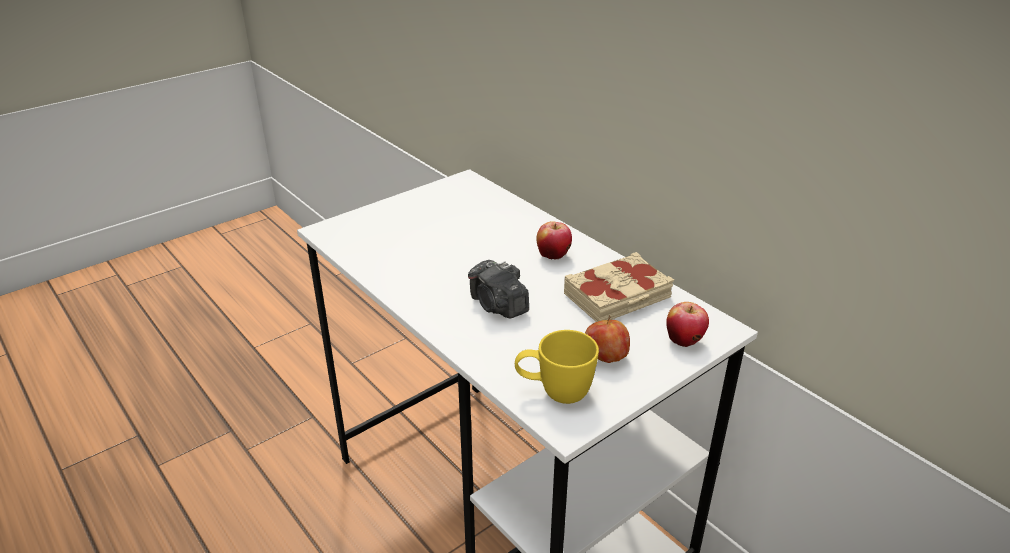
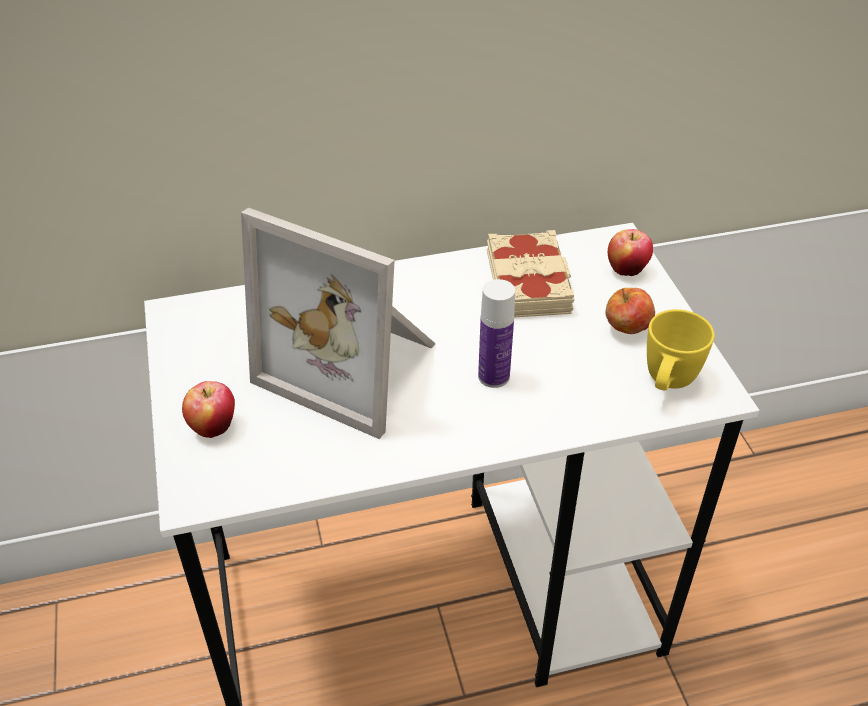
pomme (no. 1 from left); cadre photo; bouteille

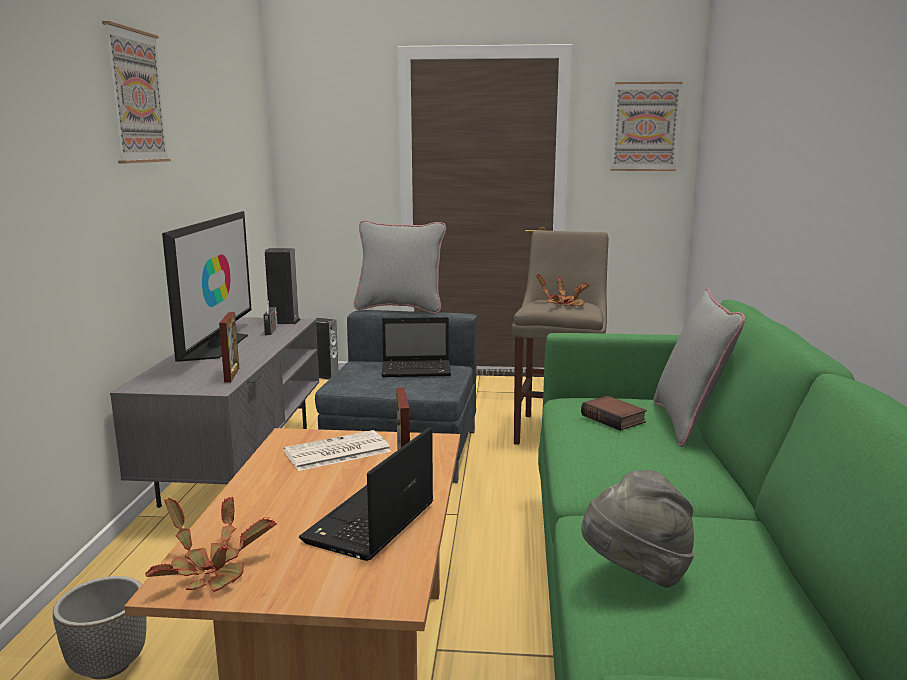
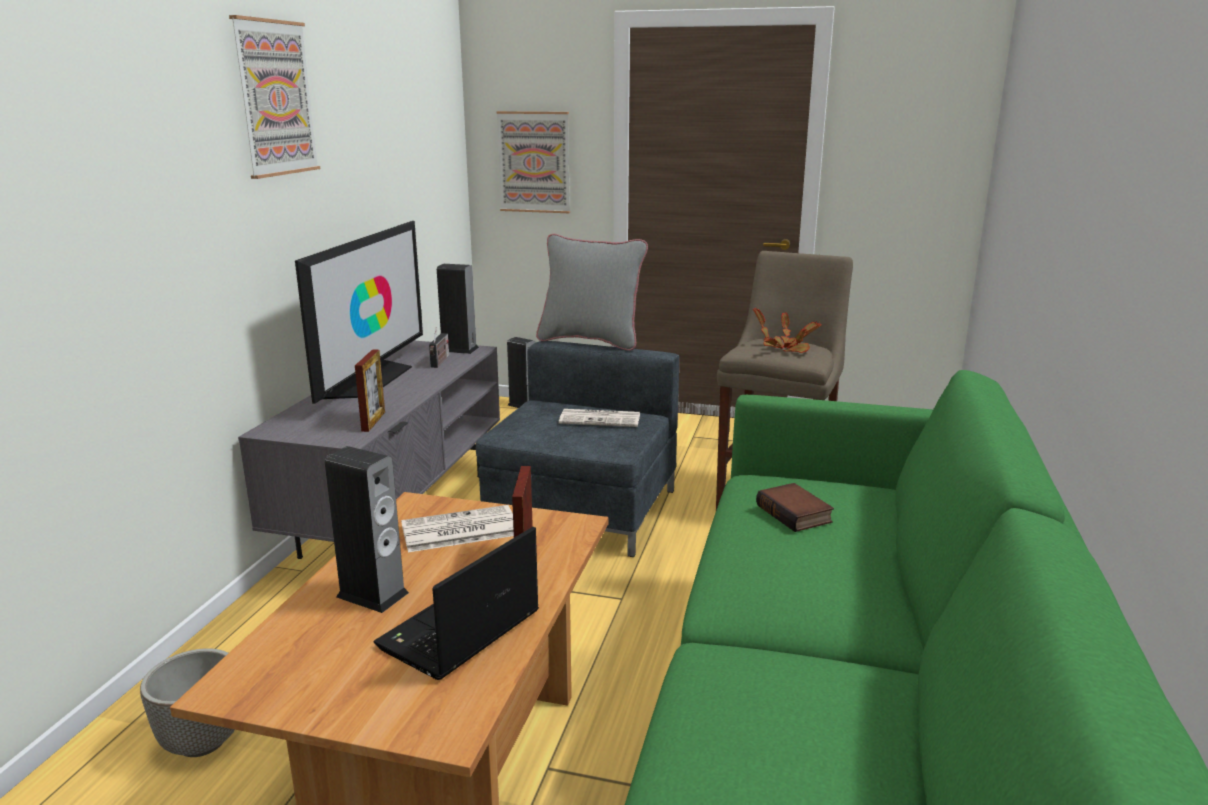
enceinte (no. 1 from left); tableau (no. 2 from left); journal (no. 2 from left); plante en pot (no. 1 from left in the first image); chapeau (gris); coussin (gris) (no. 2 from left in the first image)

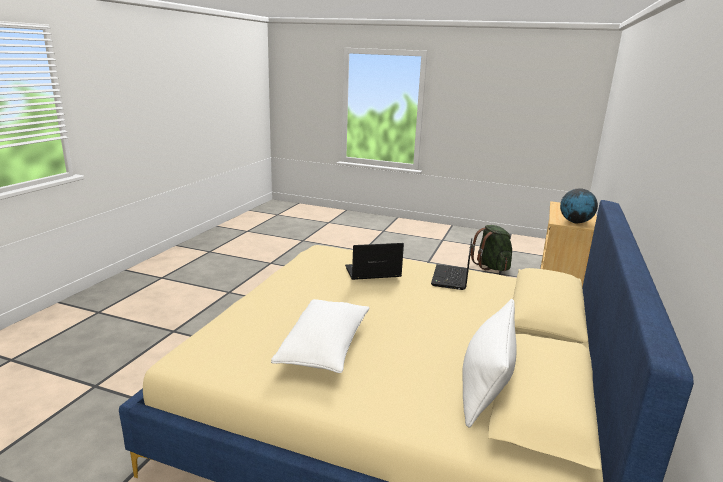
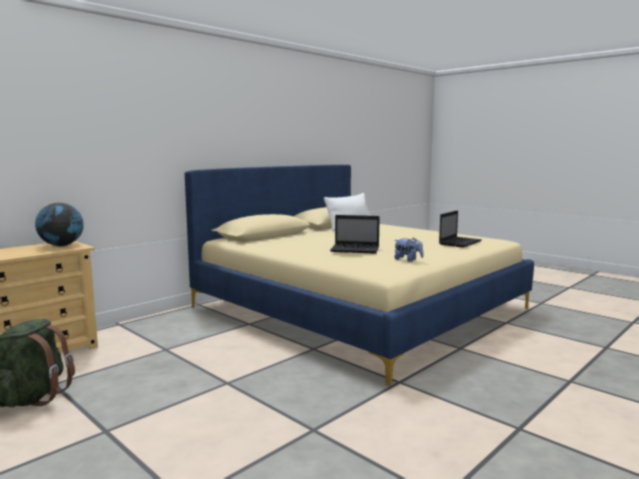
peluche; ordinateur portable (no. 2 from left); coussin (blanc) (no. 1 from left in the first image)

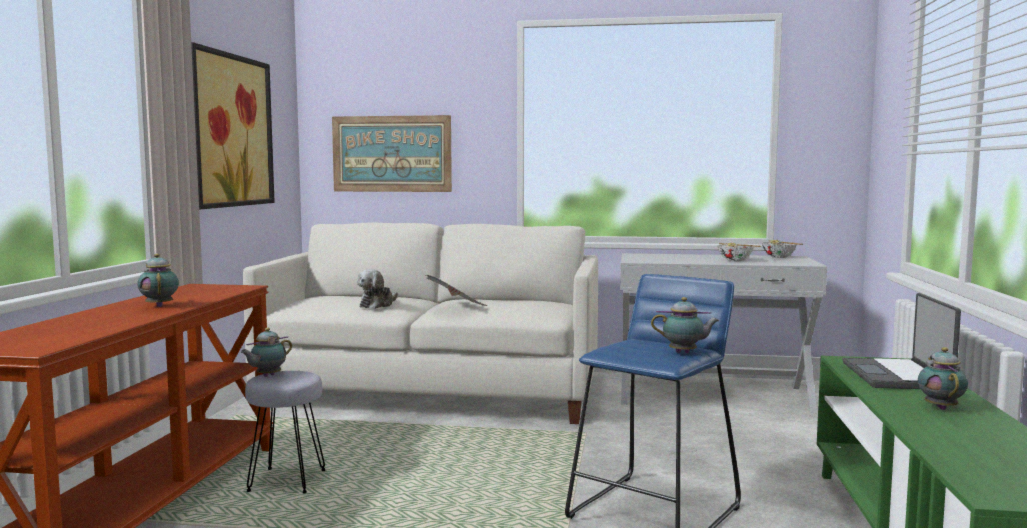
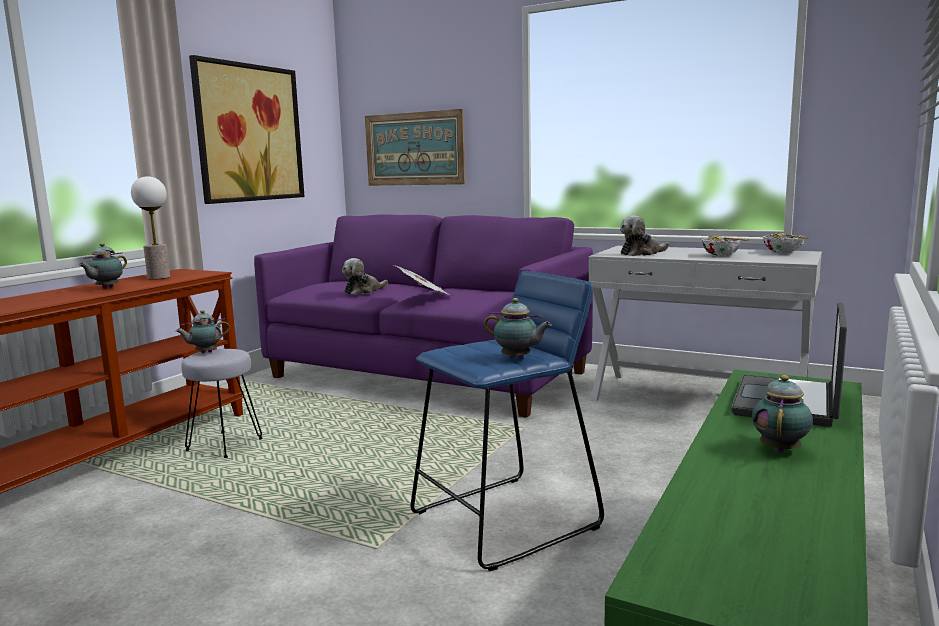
théière (no. 1 from left); lampe de table; canapé (violet); peluche (no. 2 from left)

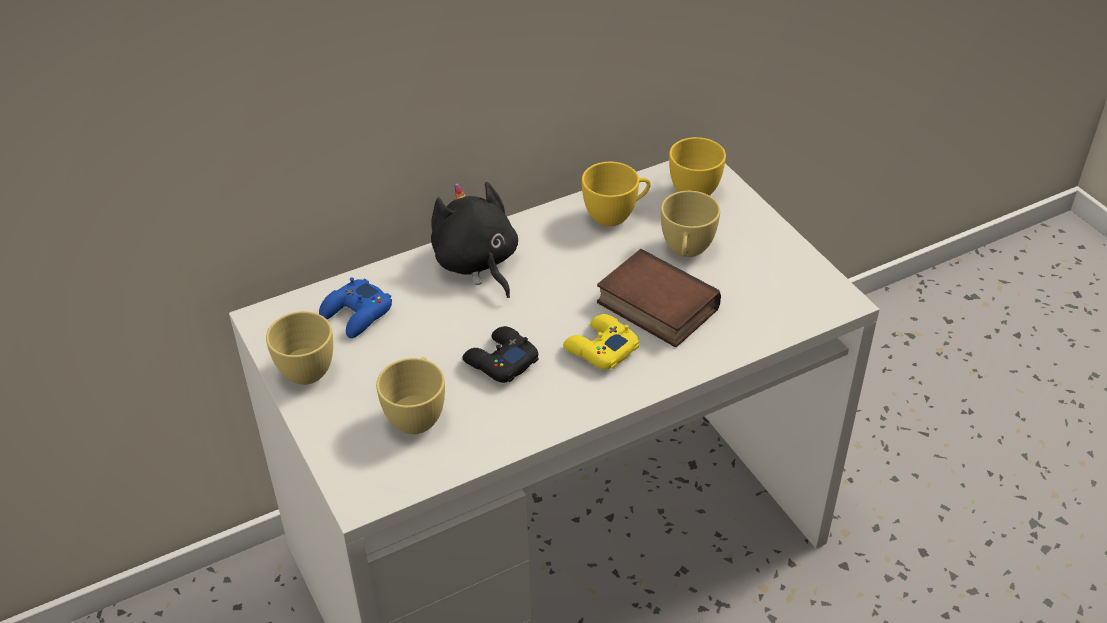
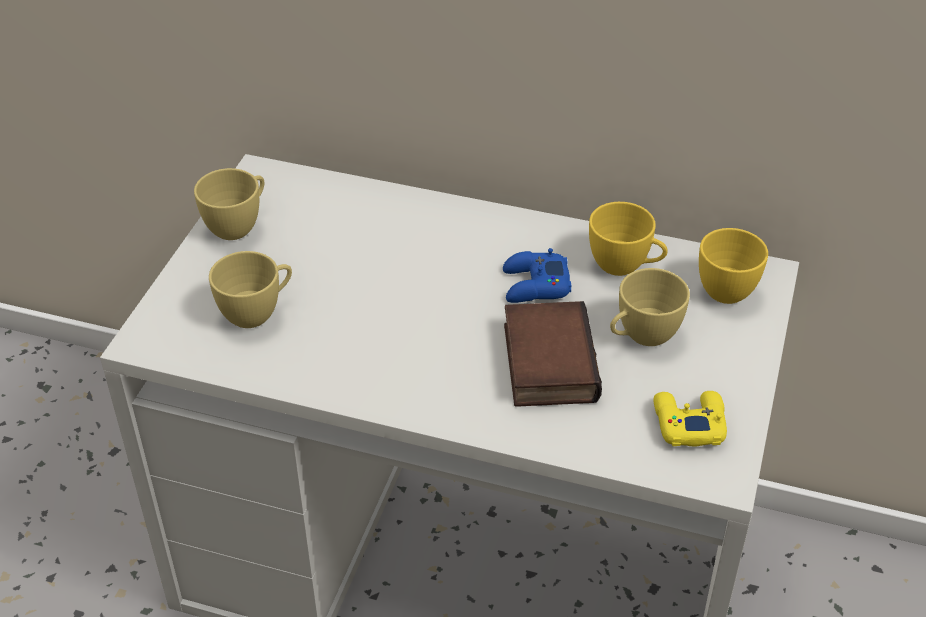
manette (bleu); manette (jaune); peluche (noir); manette (noir)

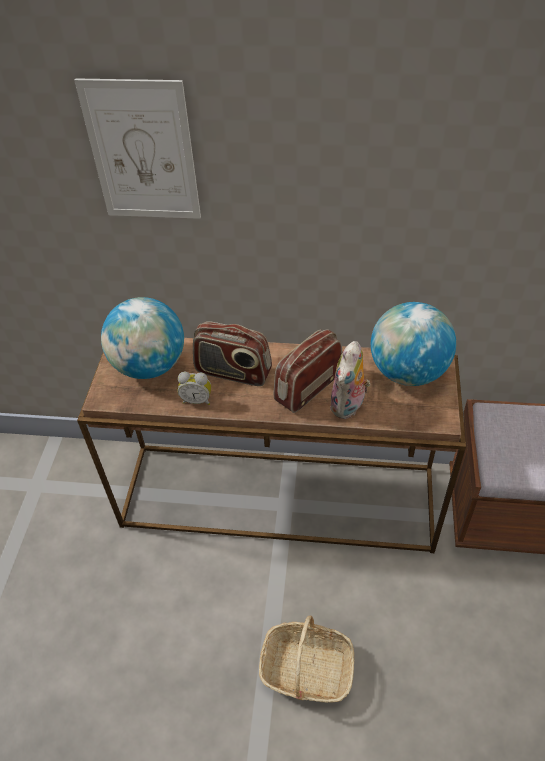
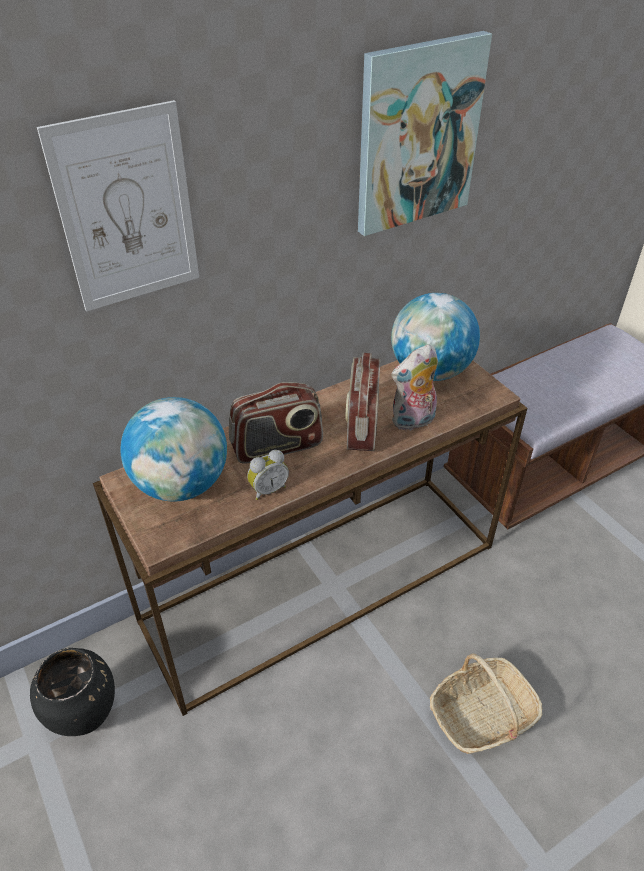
vase (noir); tableau (no. 2 from left); peluche

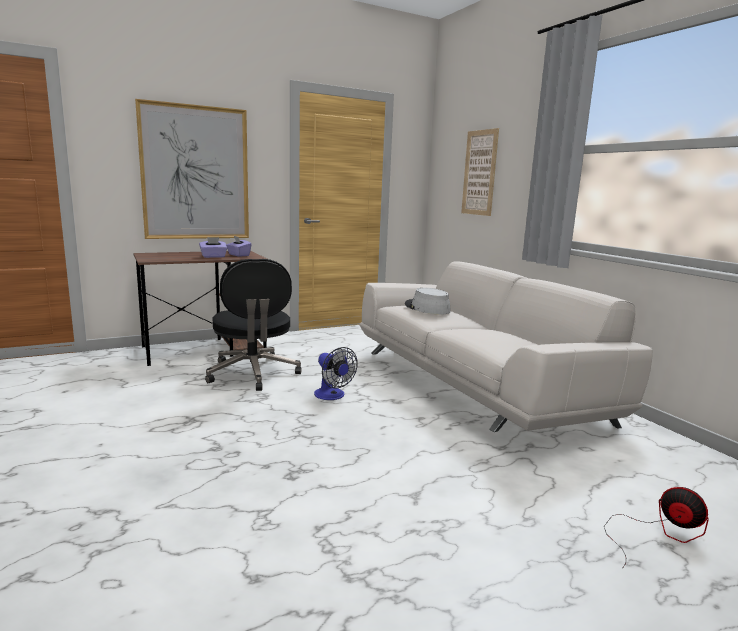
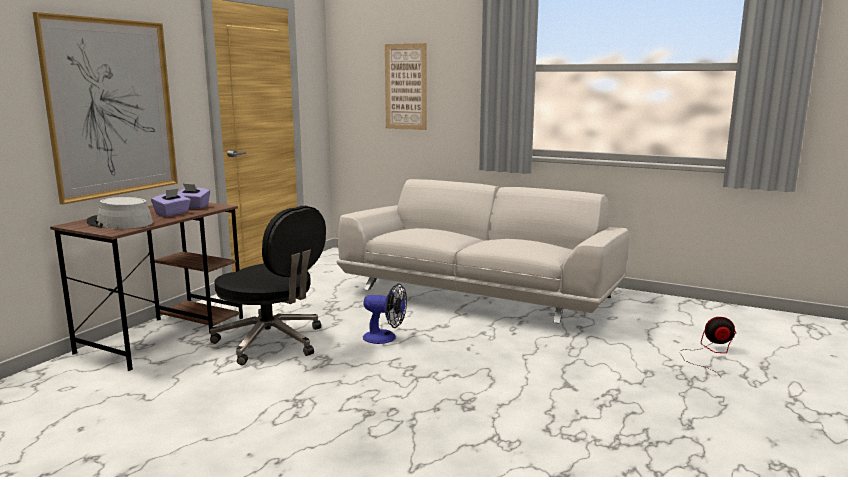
chapeau (gris)

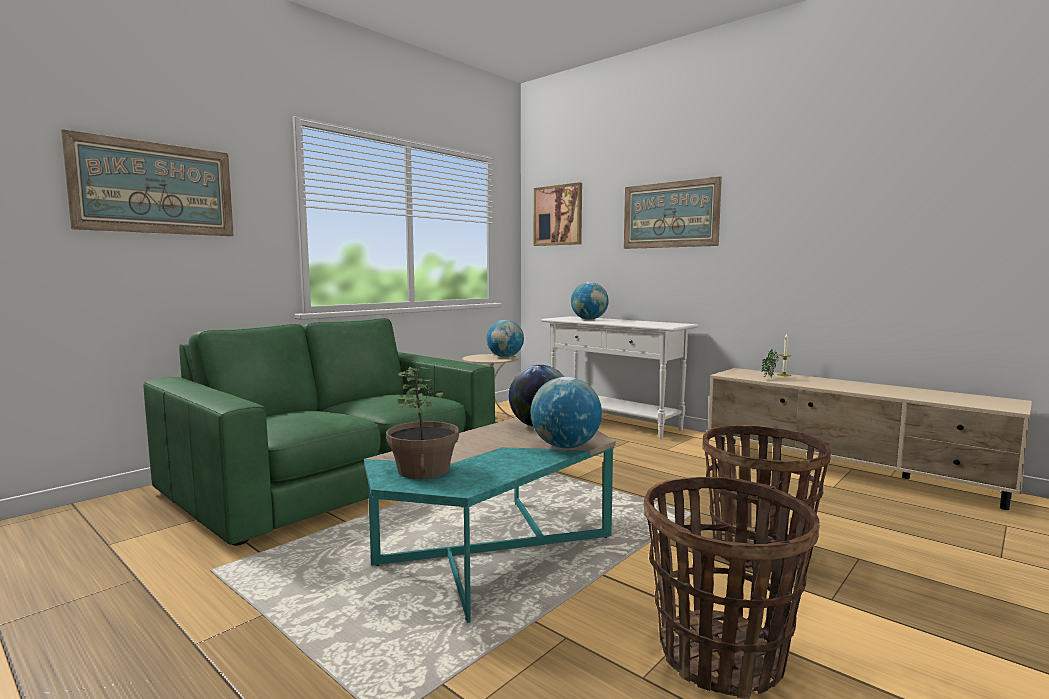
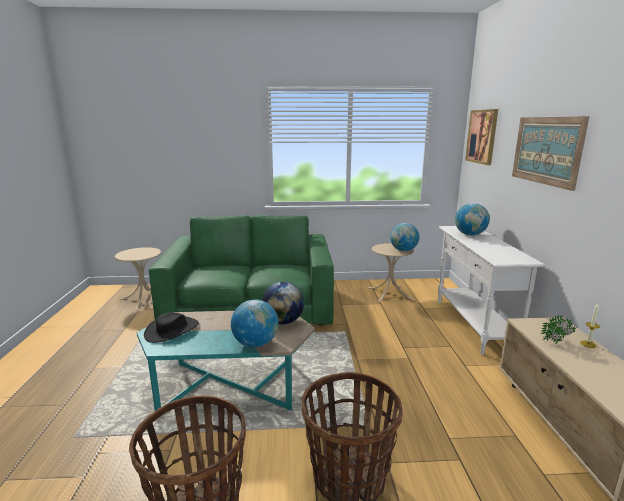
table d'appoint (beige) (no. 1 from left); chapeau (noir); tableau (no. 1 from left in the first image)

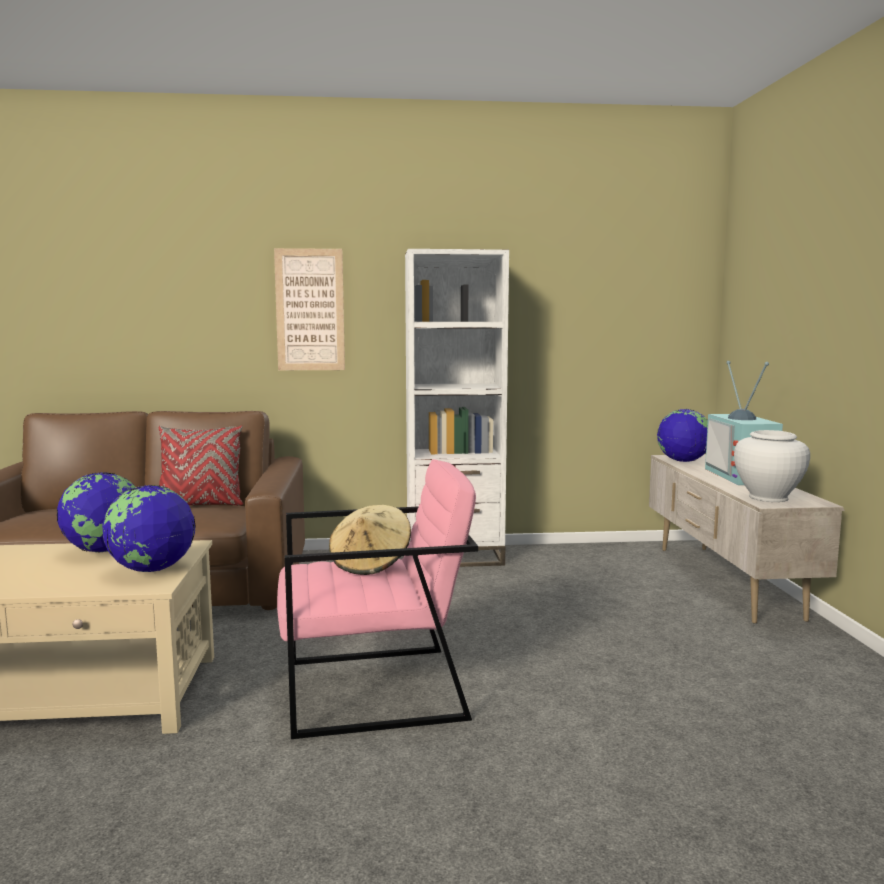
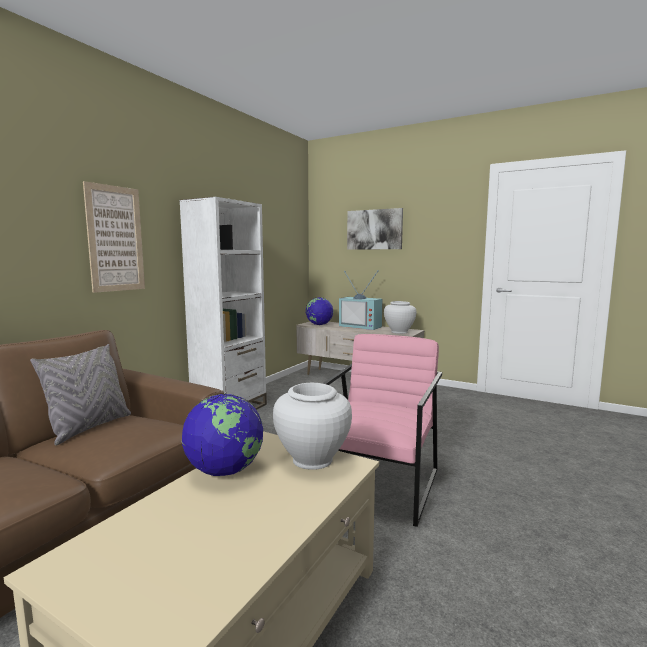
coussin (gris); vase (blanc) (no. 1 from left); tableau (no. 2 from left); chapeau (beige)

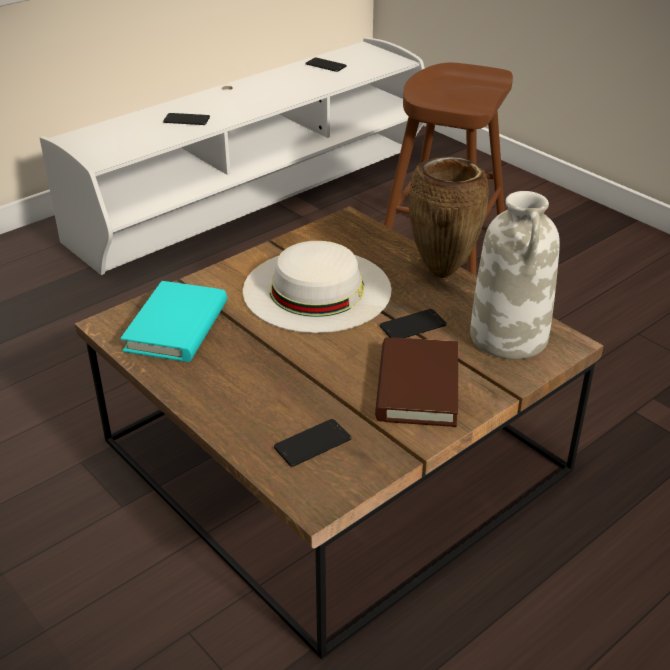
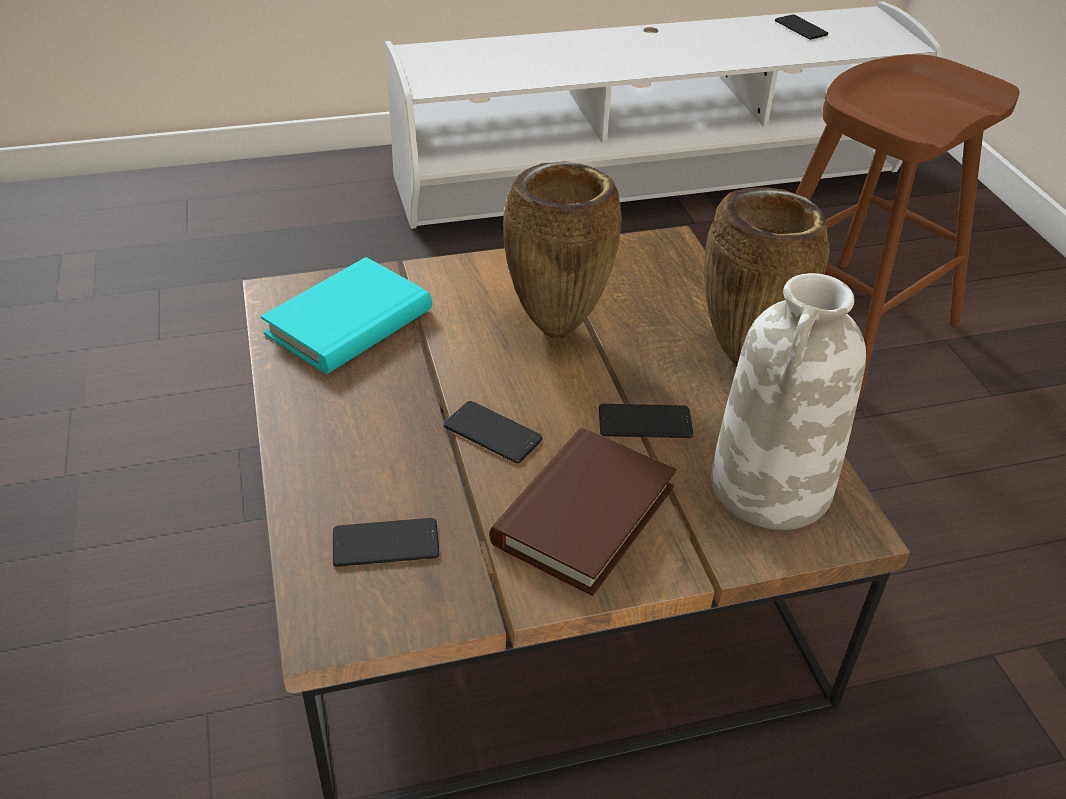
téléphone (no. 2 from left); vase (marron) (no. 1 from left)

